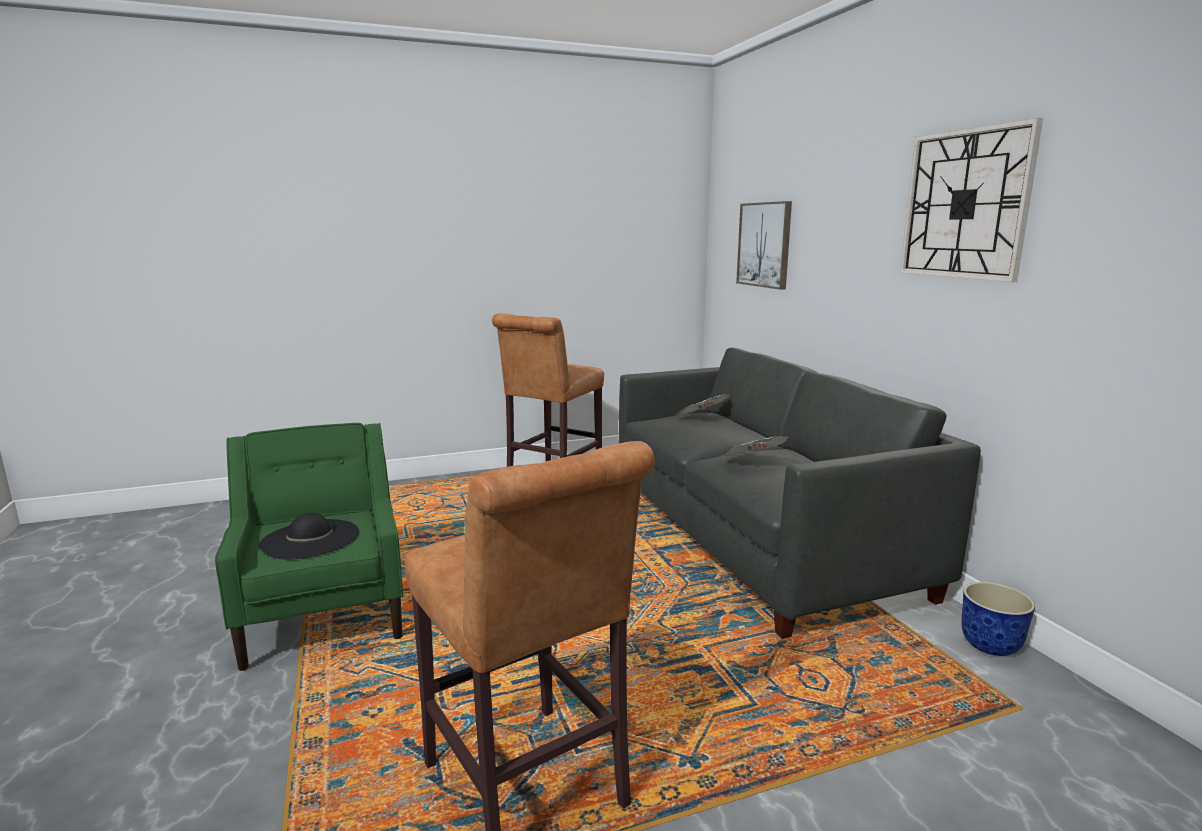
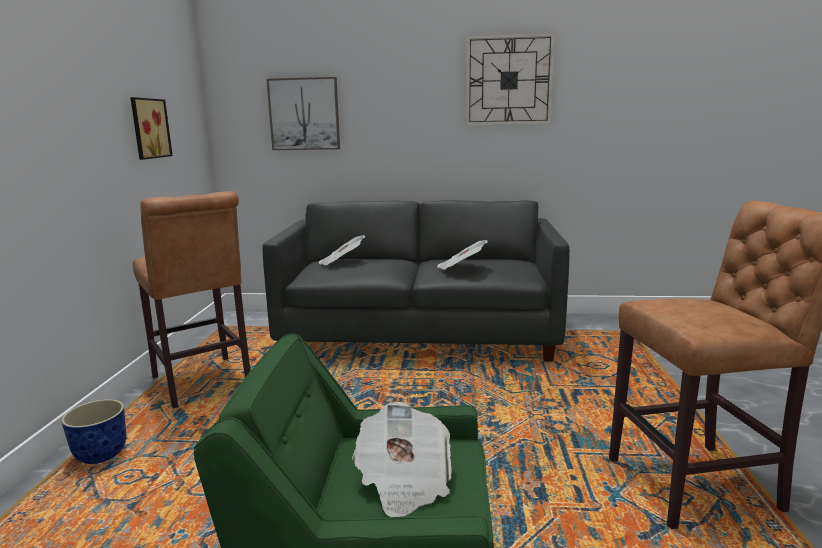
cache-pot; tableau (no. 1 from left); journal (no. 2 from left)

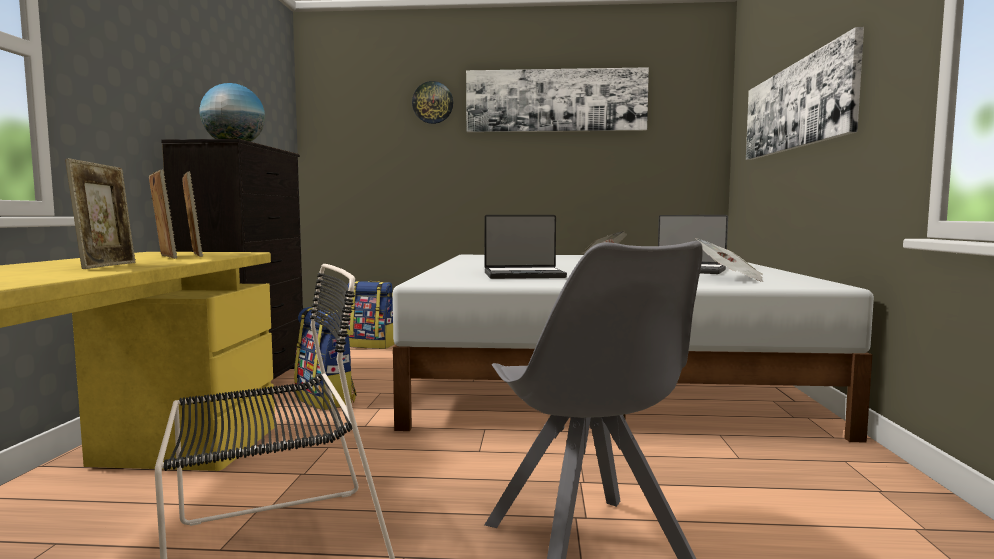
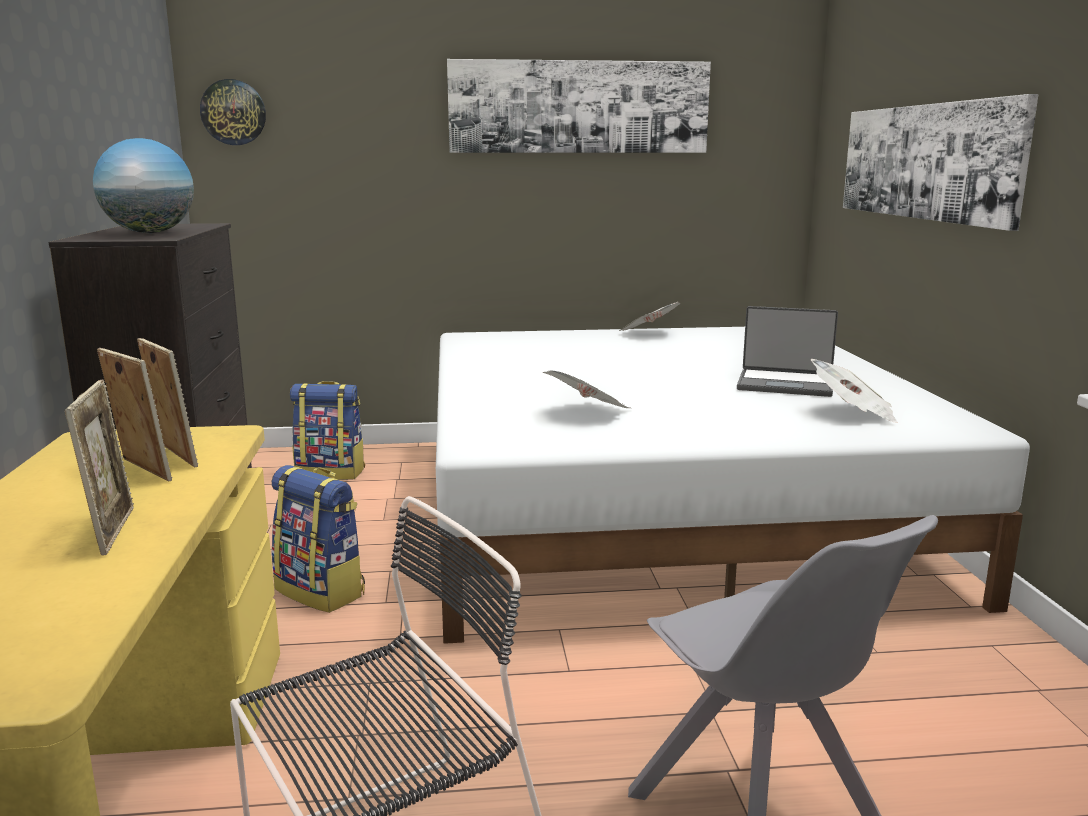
horloge murale; journal (no. 1 from left)

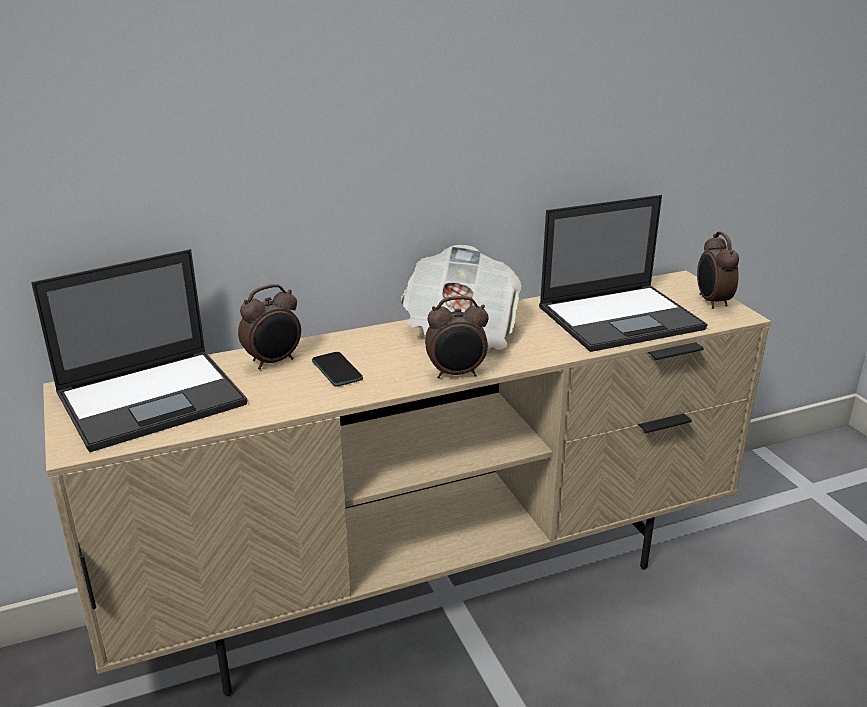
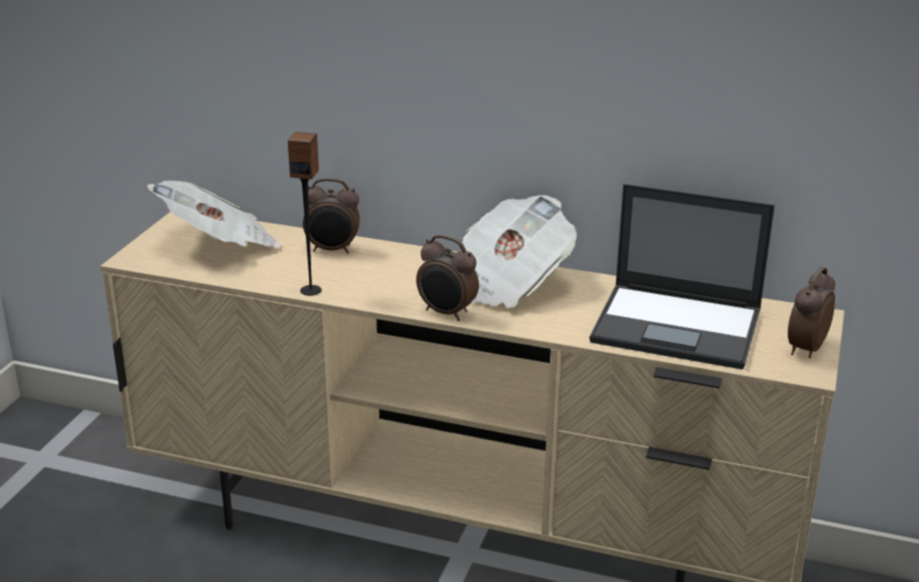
journal (no. 1 from left); enceinte; téléphone

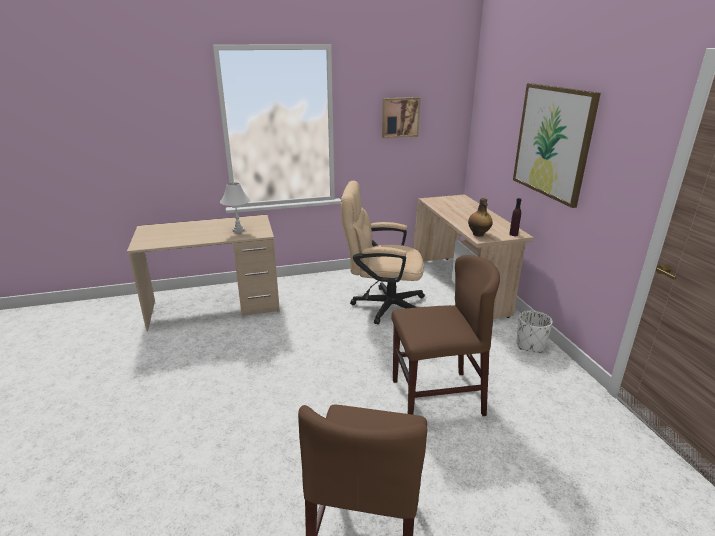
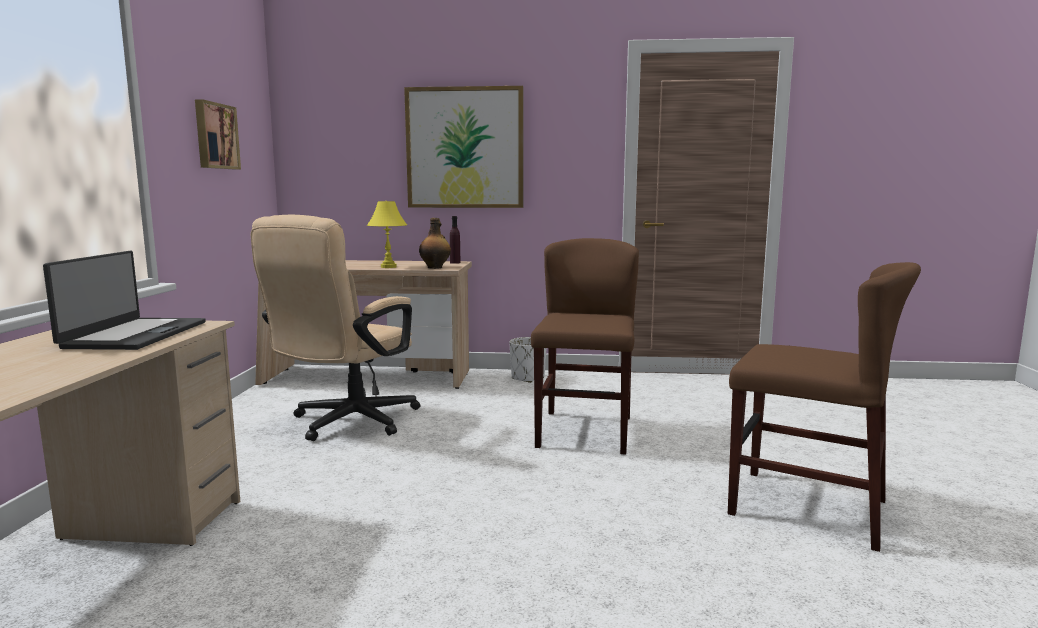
ordinateur portable; lampe de table (jaune)

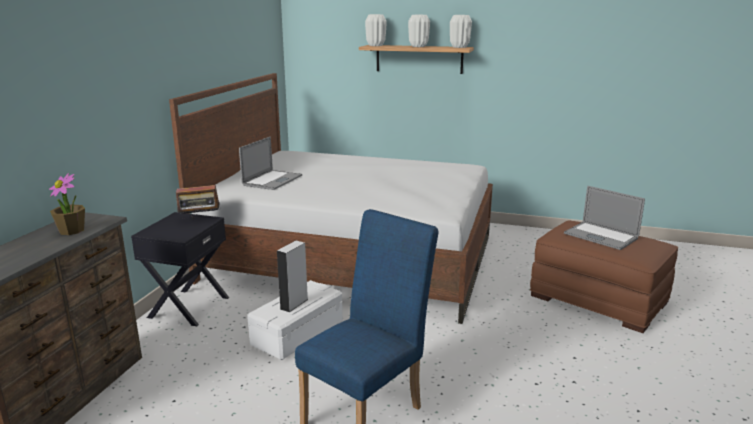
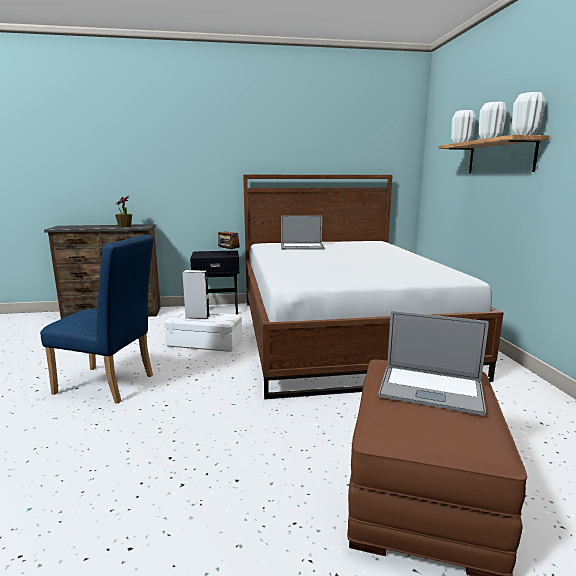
ordinateur portable (no. 2 from left)

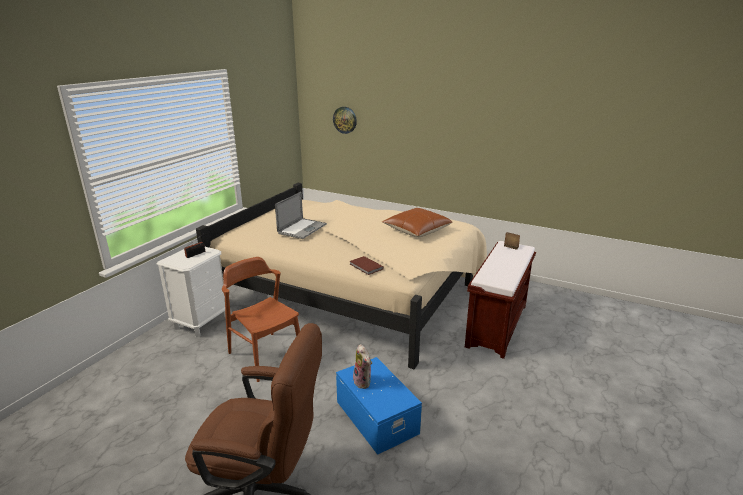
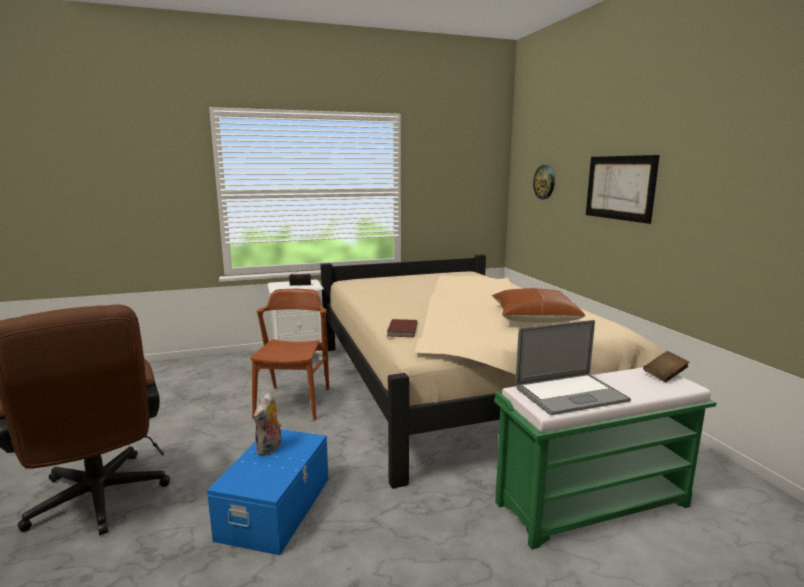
banc (vert); ordinateur portable; tableau

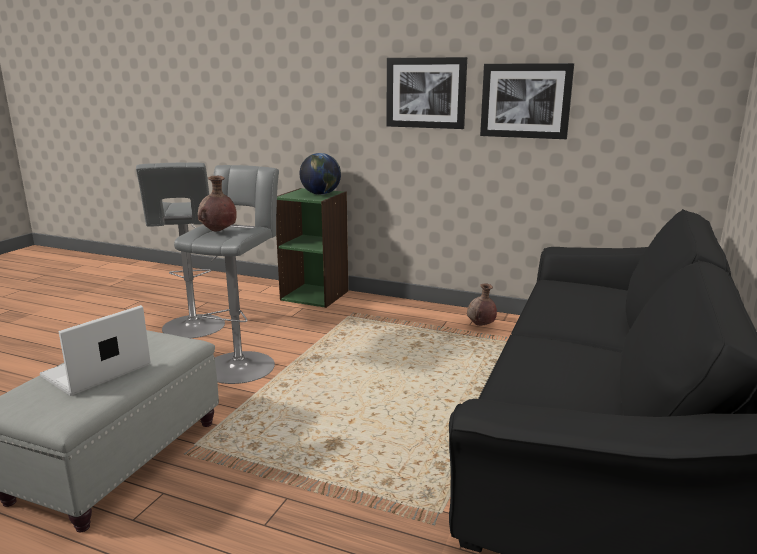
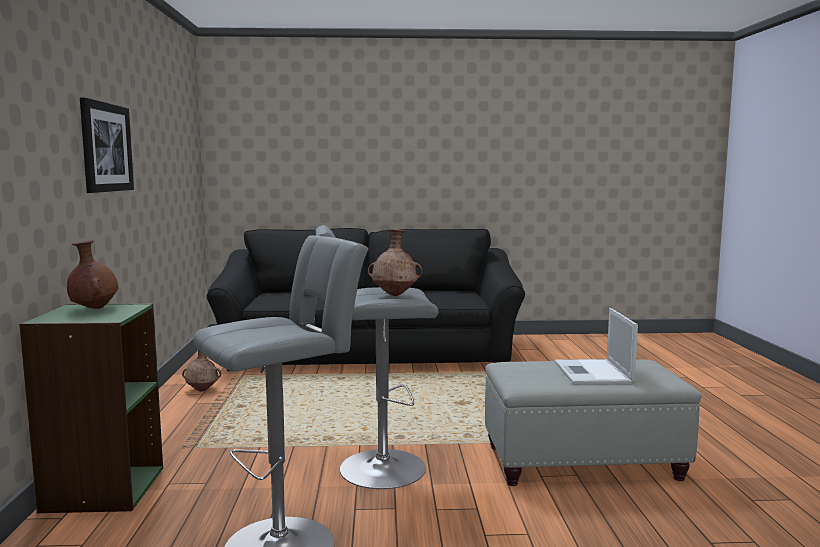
vase (marron) (no. 1 from left); ordinateur portable; tableau (no. 2 from left in the first image)

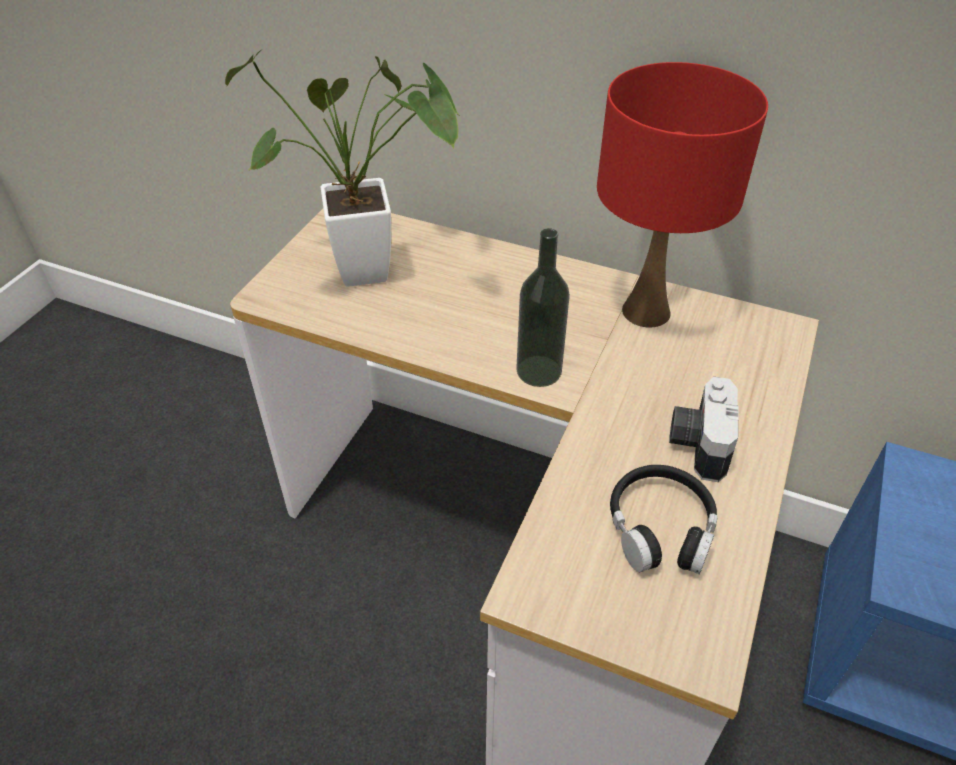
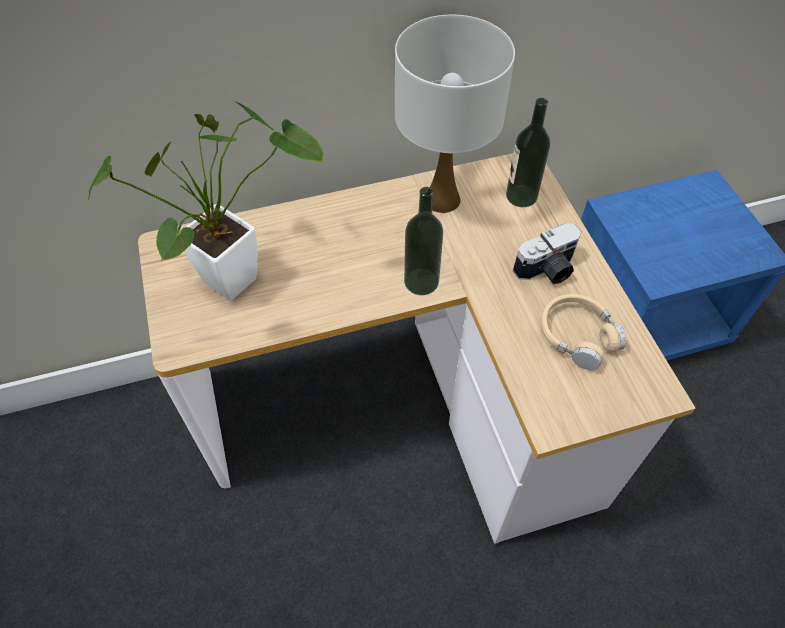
lampe de table (blanc); bouteille (no. 2 from left); appareil photo; casque audio (beige)

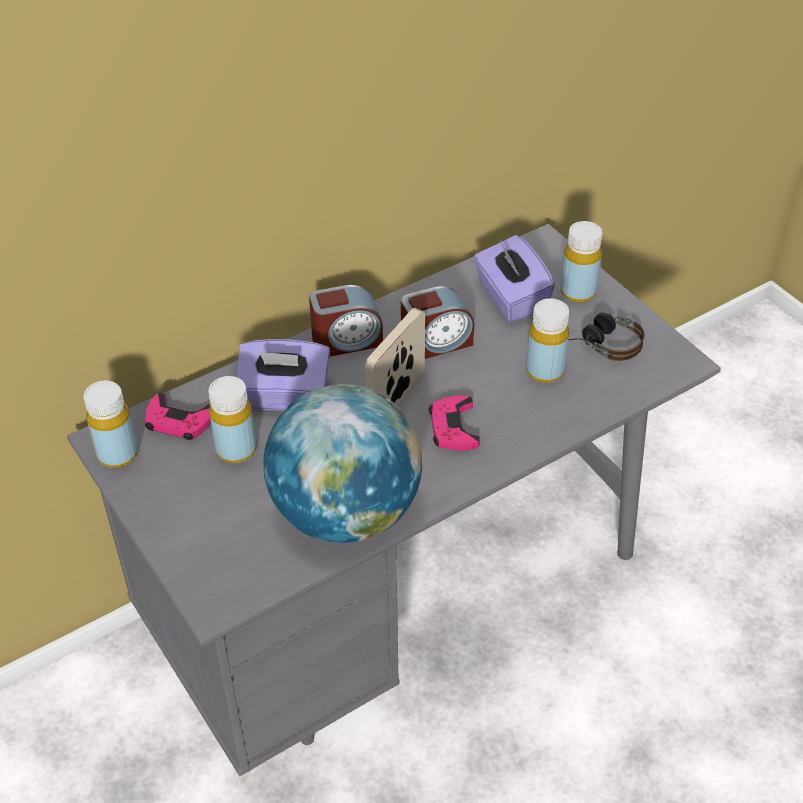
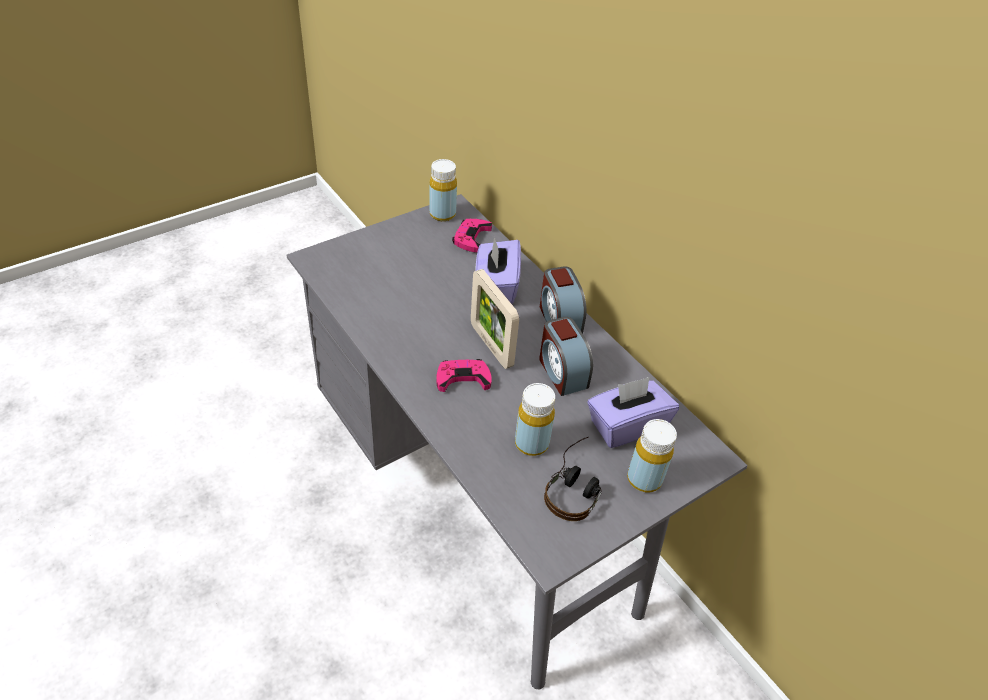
cadre photo; bouteille (jaune) (no. 2 from left in the first image); globe

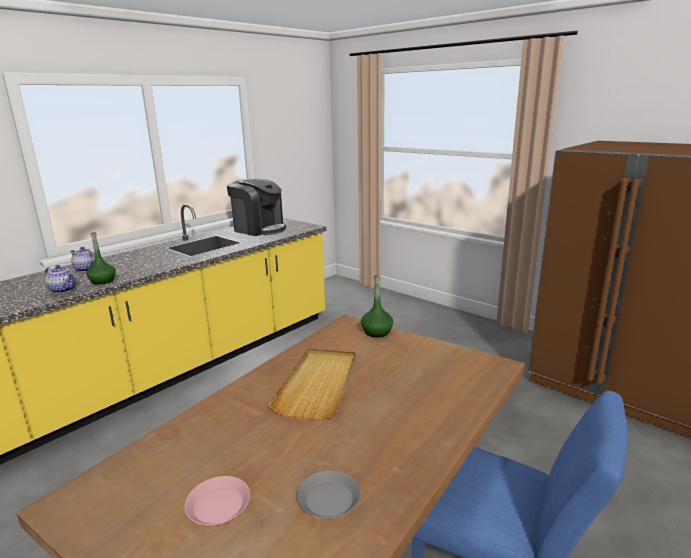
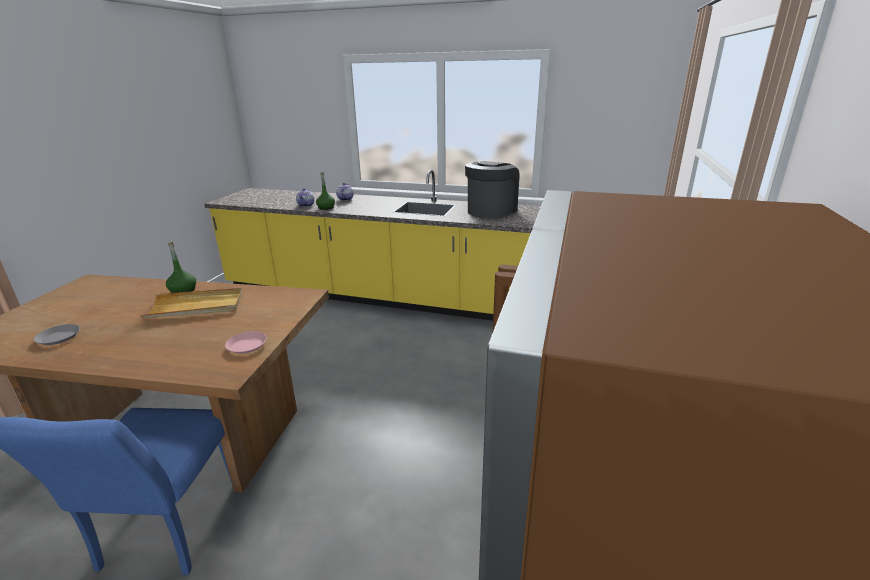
bouteille (vert) (no. 1 from left); assiette (rose); machine à café

